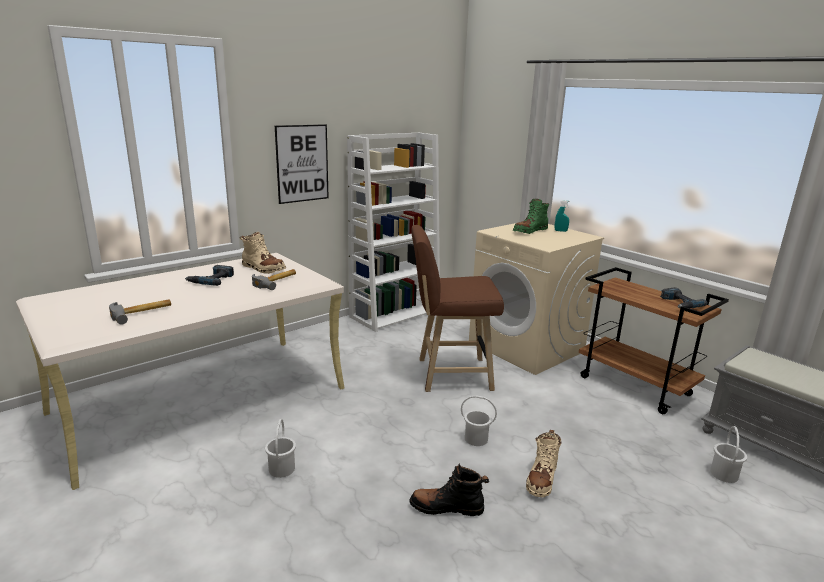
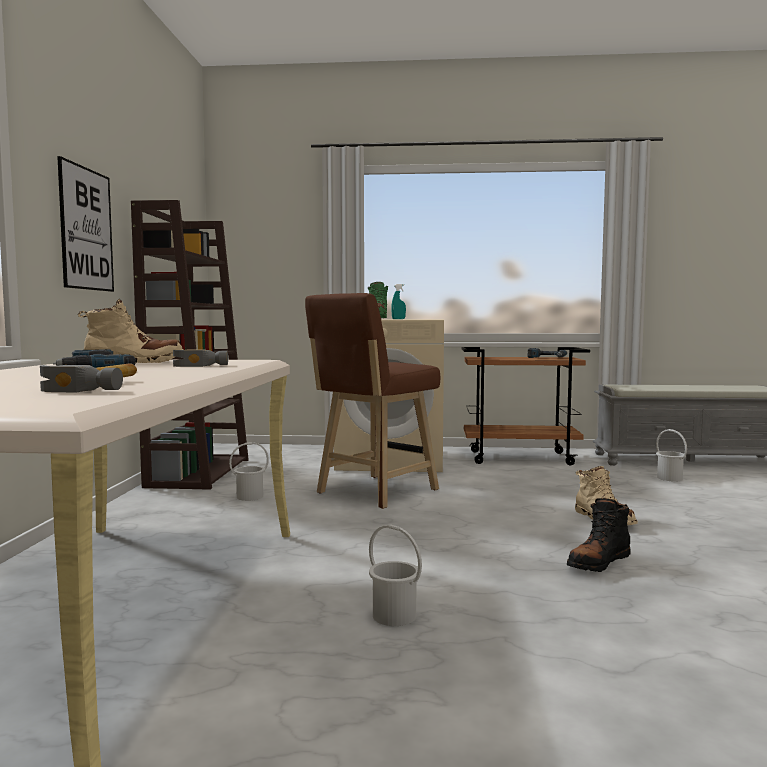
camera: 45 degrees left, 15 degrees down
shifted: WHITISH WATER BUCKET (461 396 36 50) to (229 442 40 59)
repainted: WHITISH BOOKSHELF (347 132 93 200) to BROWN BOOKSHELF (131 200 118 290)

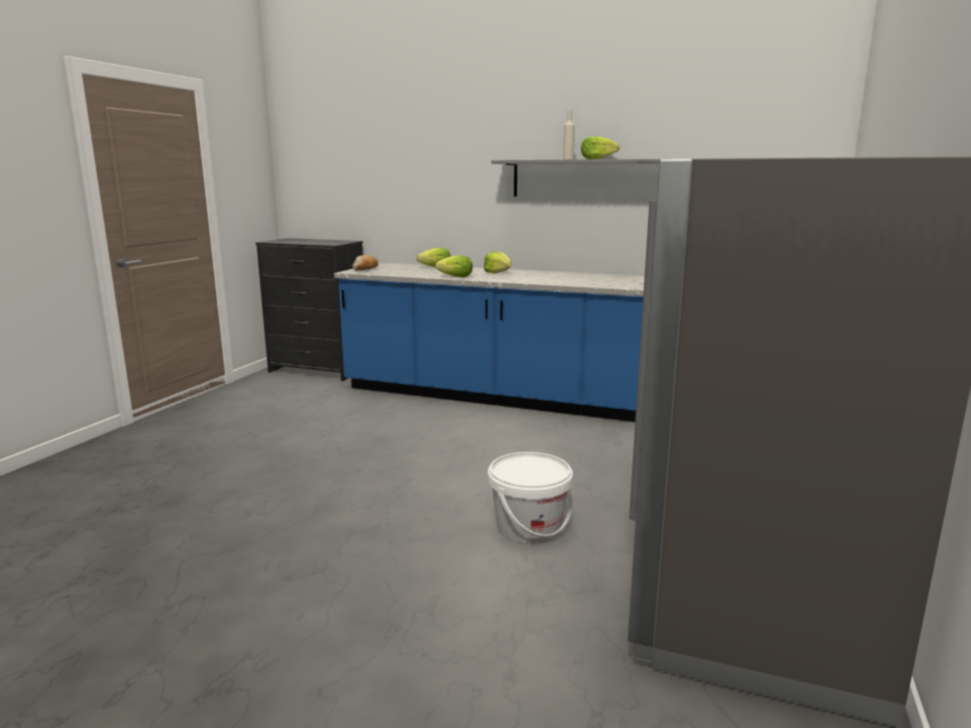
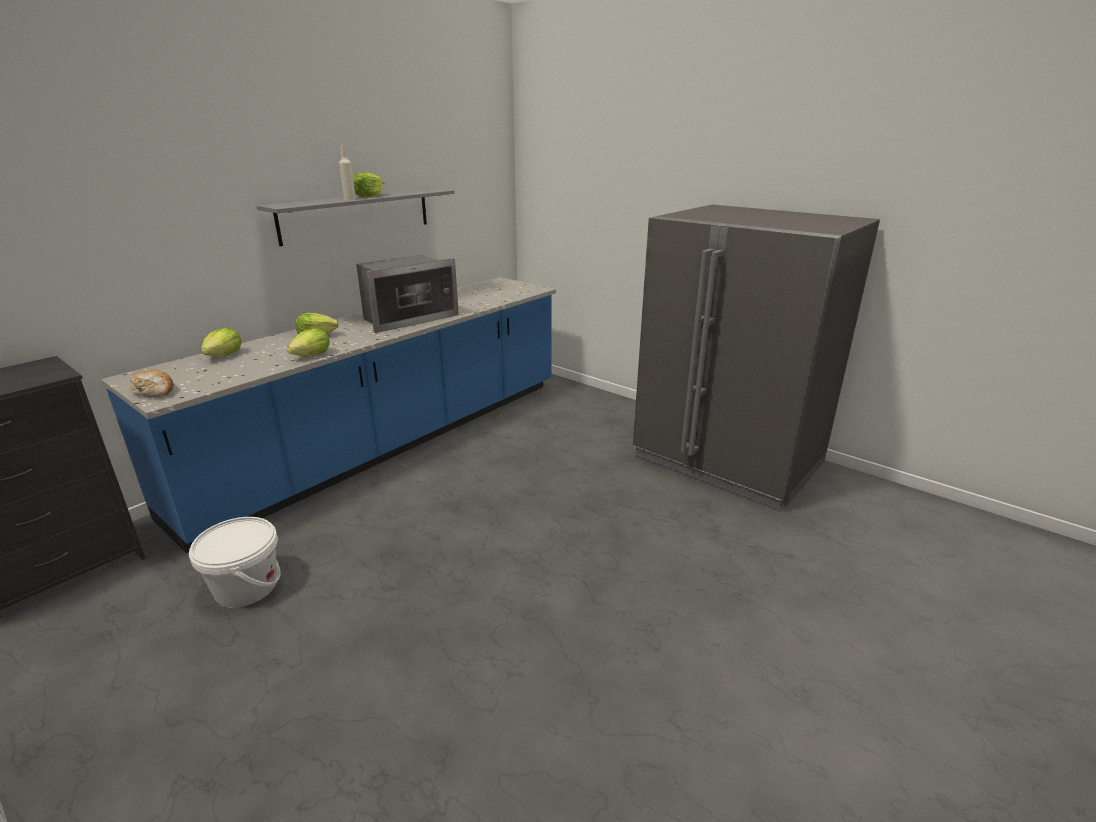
camera: 70 degrees left, 10 degrees up
new: KITCHEN MICROWAVE (356 255 103 78)
shifted: WHITISH WATER BUCKET (488 452 85 92) to (189 517 91 91)

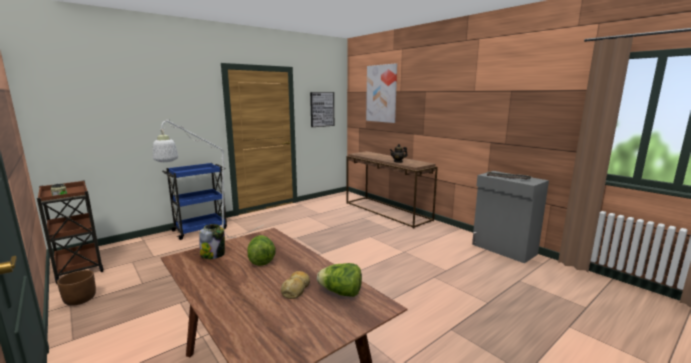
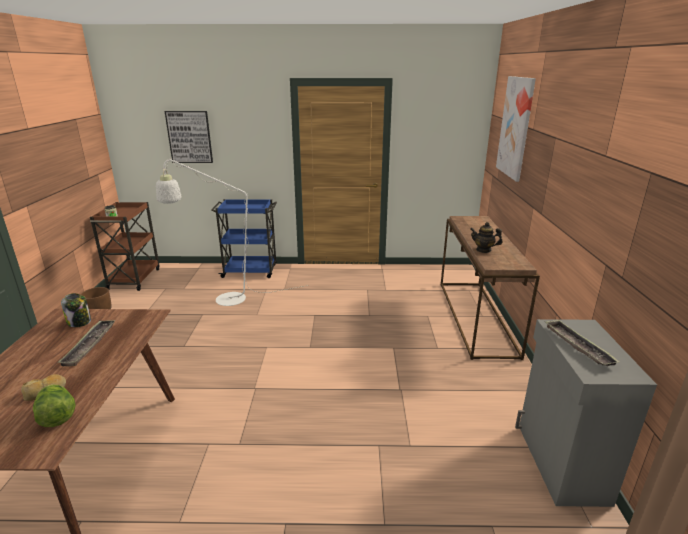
camera: 40 degrees right, 10 degrees up
shifted: PICTURE (310 92 24 35) to (165 111 48 52)
swapped: LETTUCE (248 235 28 31) to SERVING TRAY (59 320 56 46)

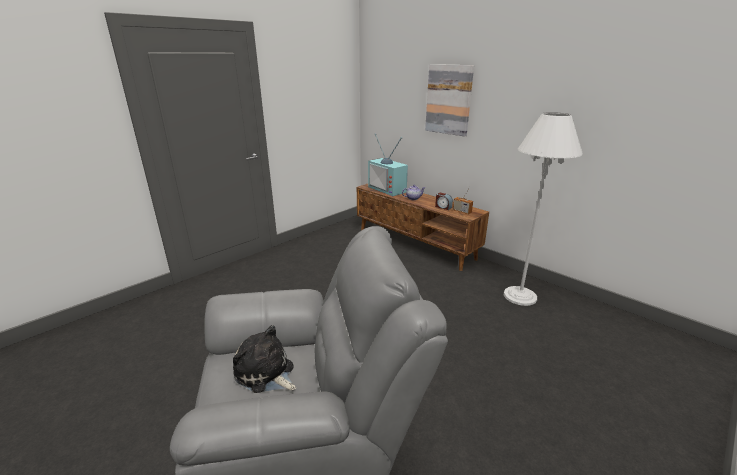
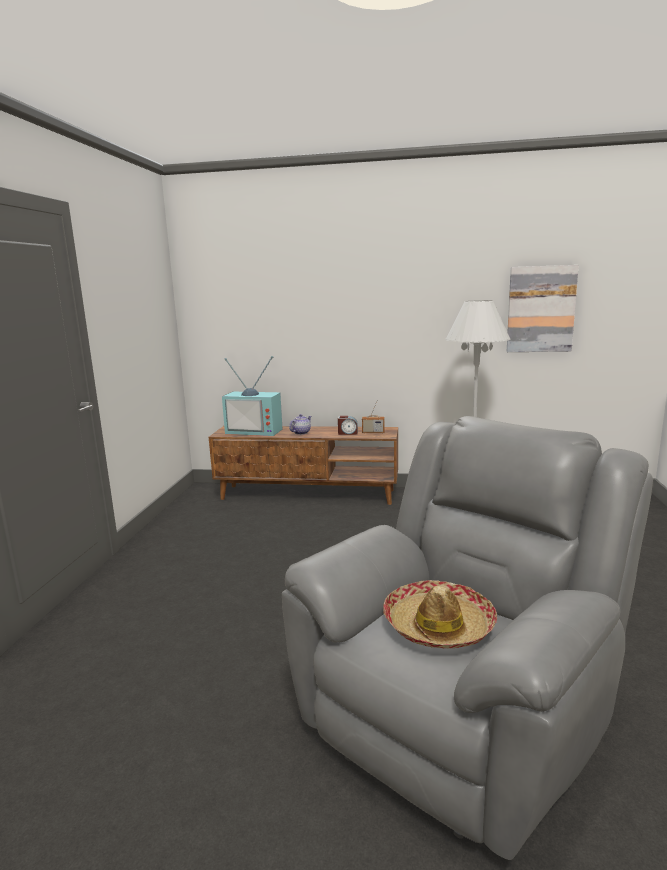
camera: 35 degrees left, 10 degrees down
shifted: PICTURE (425 64 49 73) to (507 265 72 87)
swapped: CUDDLY TOY (233 325 63 68) to WEARABLE HAT (384 580 113 69)

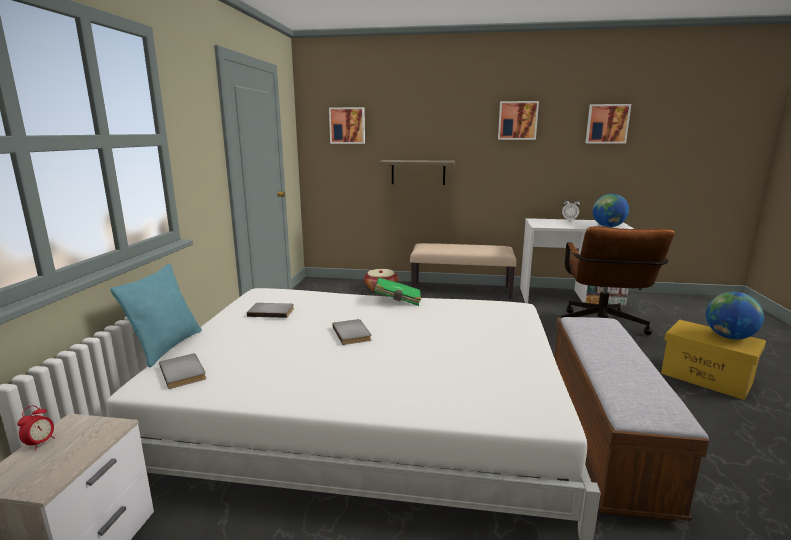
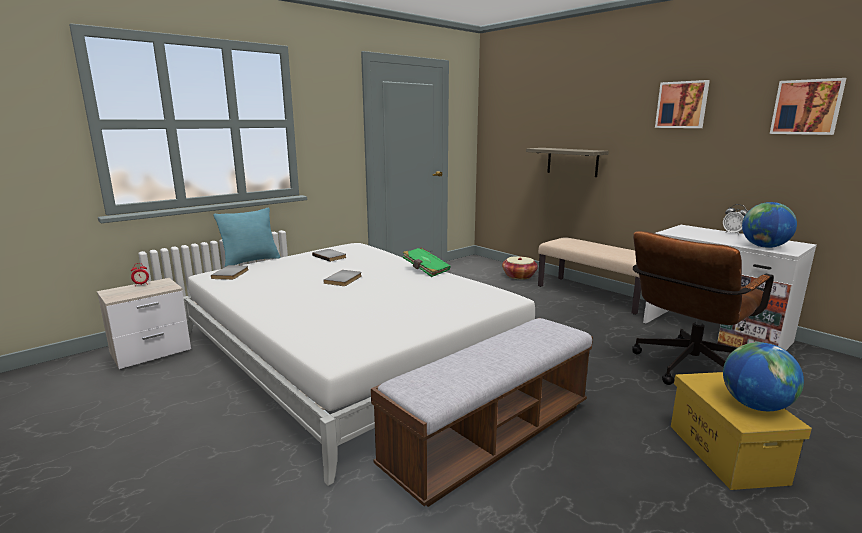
camera: 40 degrees right, 0 degrees up
gone: PICTURE (329 107 36 37)

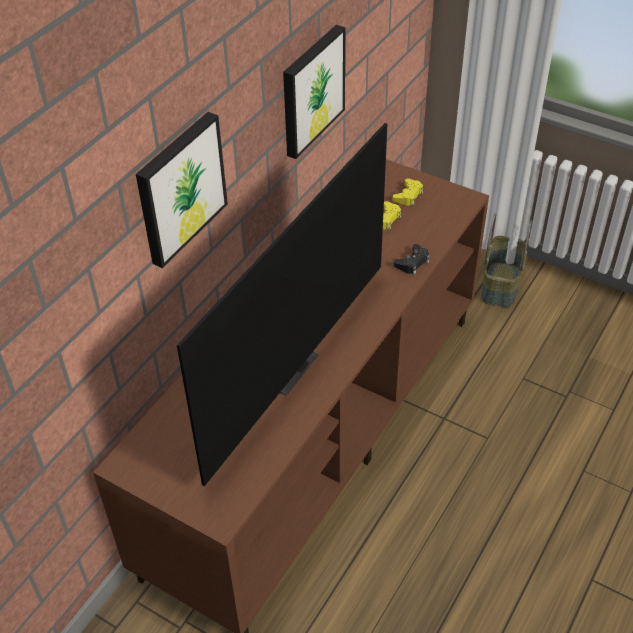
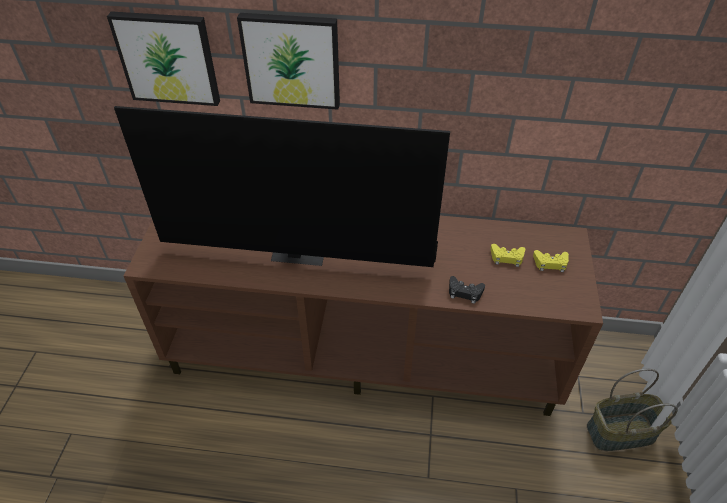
camera: 65 degrees right, 0 degrees up
shifted: PICTURE (283 25 62 134) to (107 11 113 95)

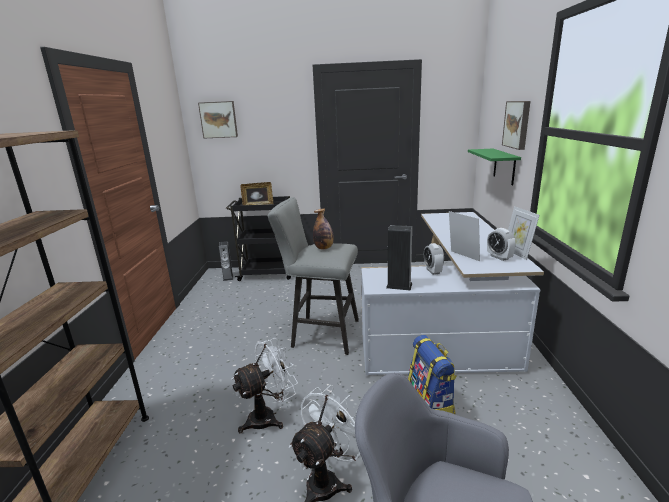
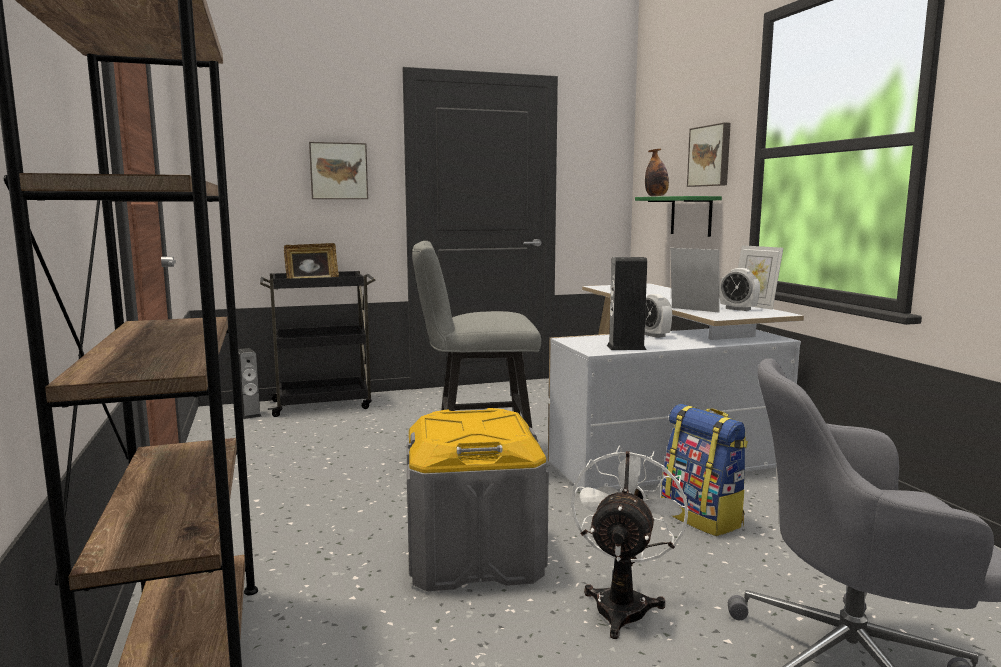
camera: 20 degrees left, 10 degrees down
shifted: PICTURE (198 101 40 37) to (309 142 59 57); BEVERAGE BOTTLE (313 208 21 41) to (645 149 24 48)
swapped: WHITISH ELECTRIC FAN (232 338 66 95) to GRAY STORAGE BOX (407 408 142 183)

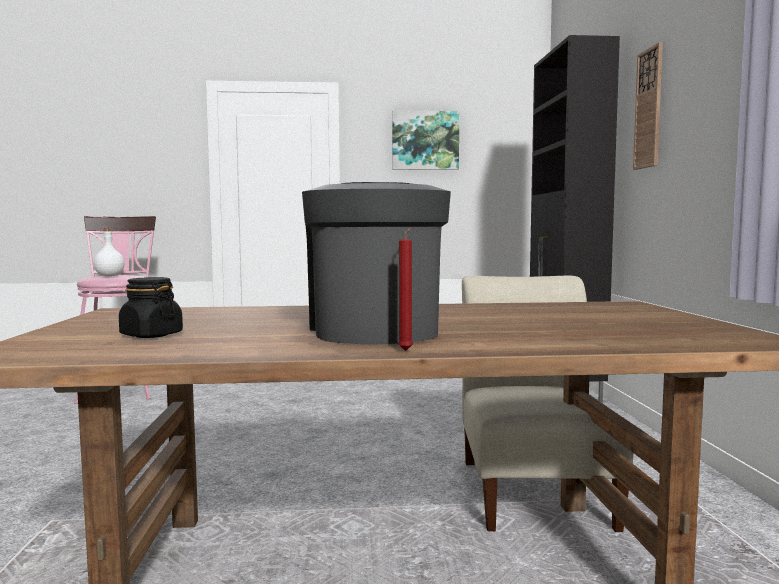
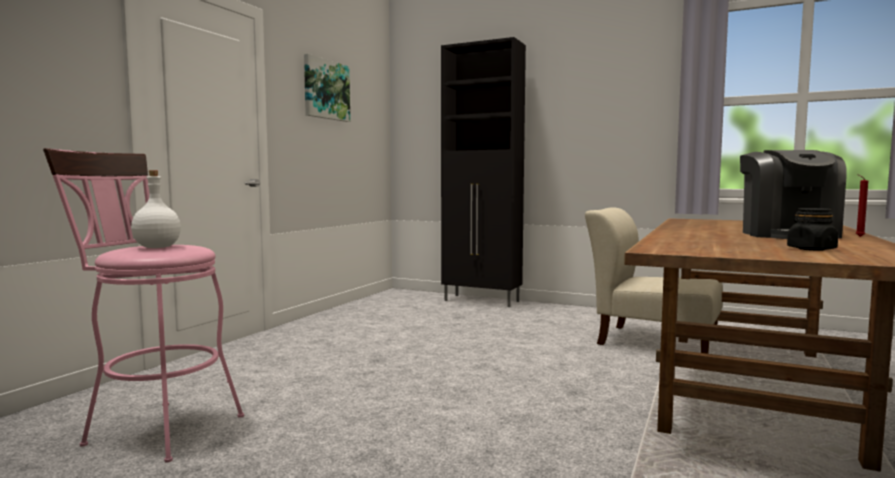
camera: 60 degrees left, 0 degrees up
gone: HANGING CLOCK (633 42 30 128)
rotated: COFFEE BREWER (302 182 149 162) = (740 150 107 89) 105 degrees counterclockwise

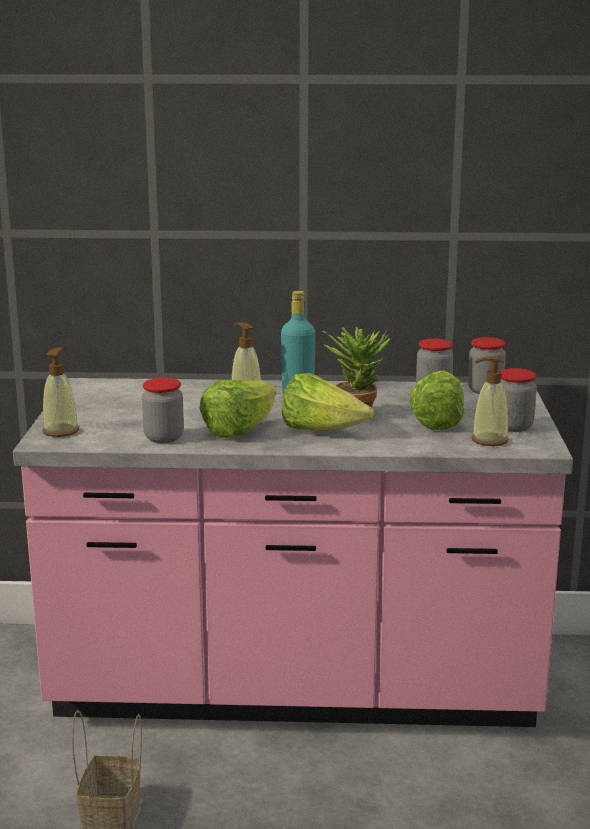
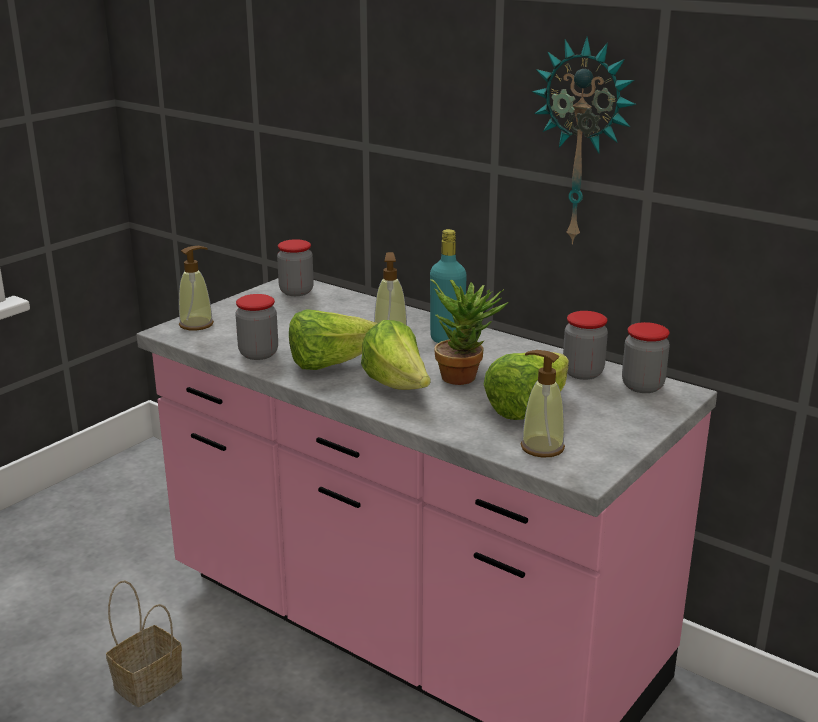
camera: 35 degrees right, 5 degrees up
new: HANGING CLOCK (532 36 104 208)
shifted: JAR (500 368 37 64) to (277 239 37 57)

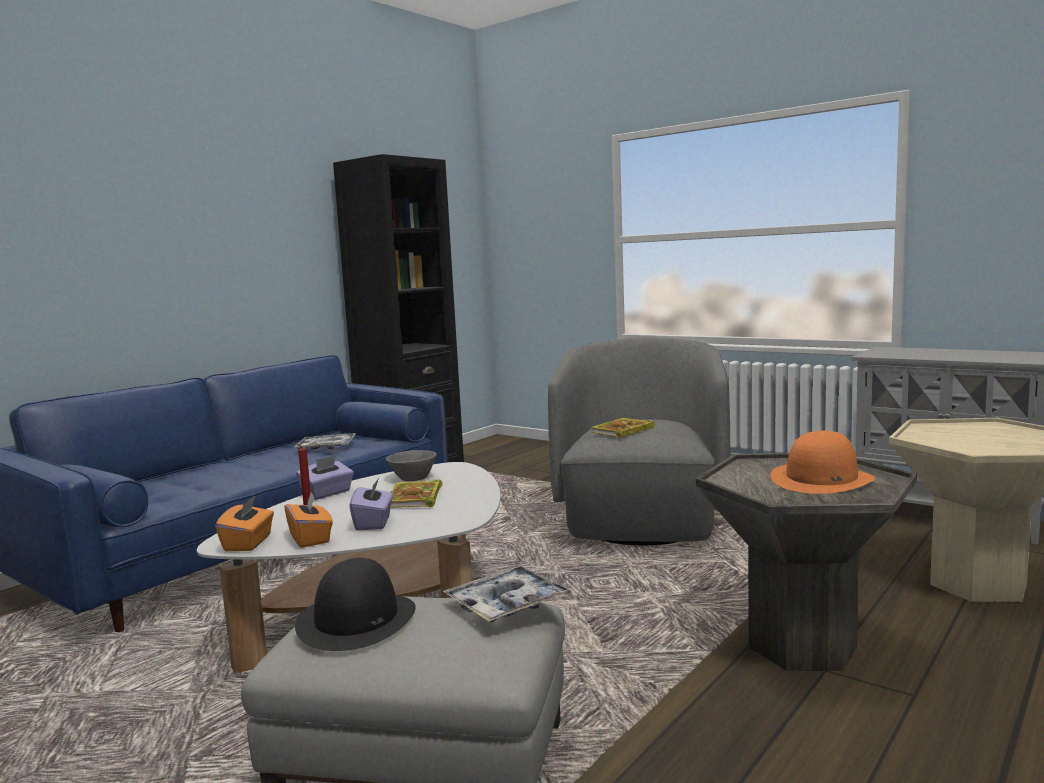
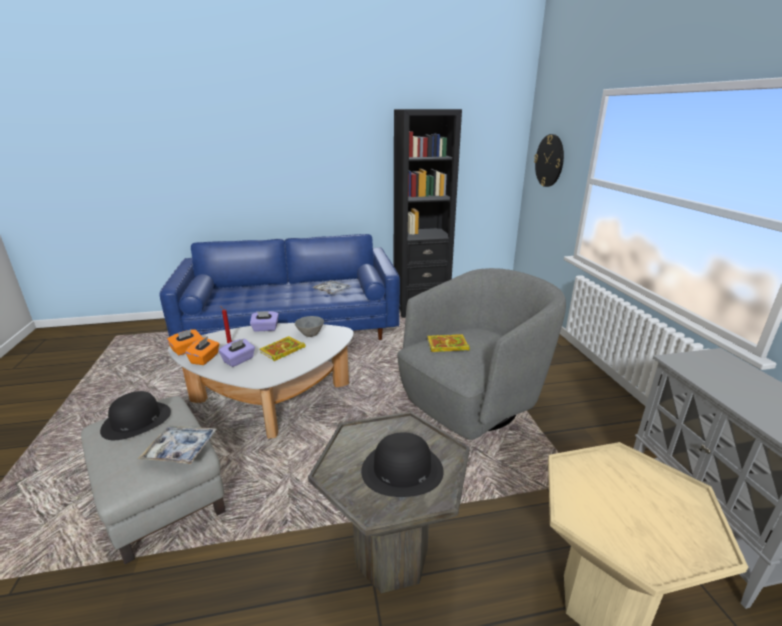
camera: 40 degrees right, 15 degrees up
new: HANGING CLOCK (534 134 30 53)
repainted: ORANGEY WEARABLE HAT (770 431 105 63) to BLACK-COLOURED WEARABLE HAT (361 432 83 65)

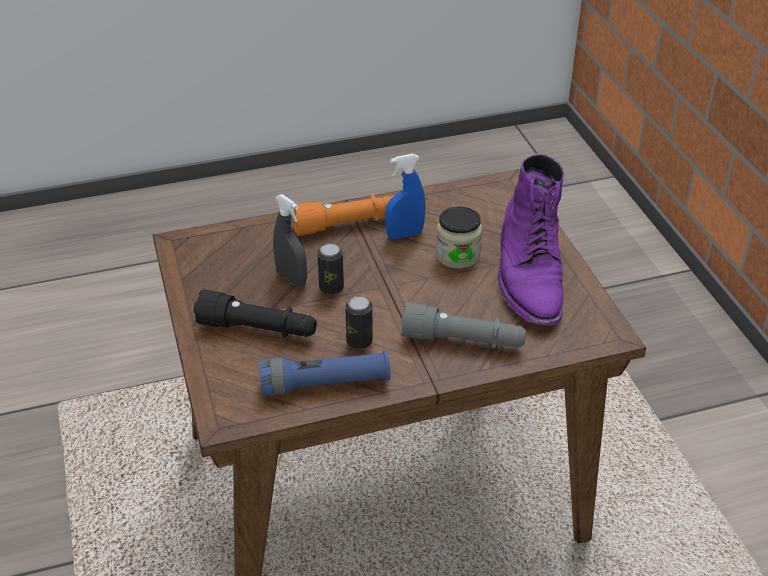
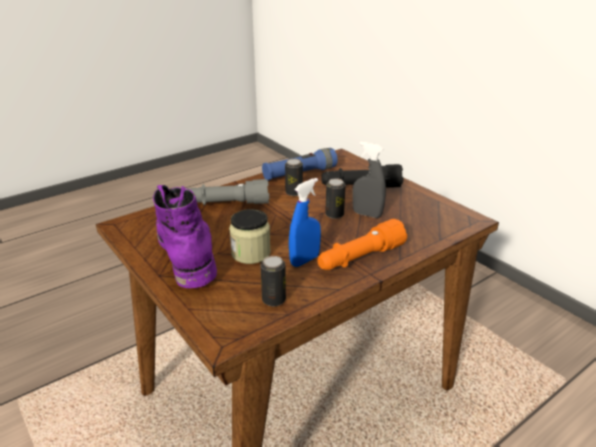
camera: 160 degrees right, 10 degrees down
new: CAN (261 256 25 50)

